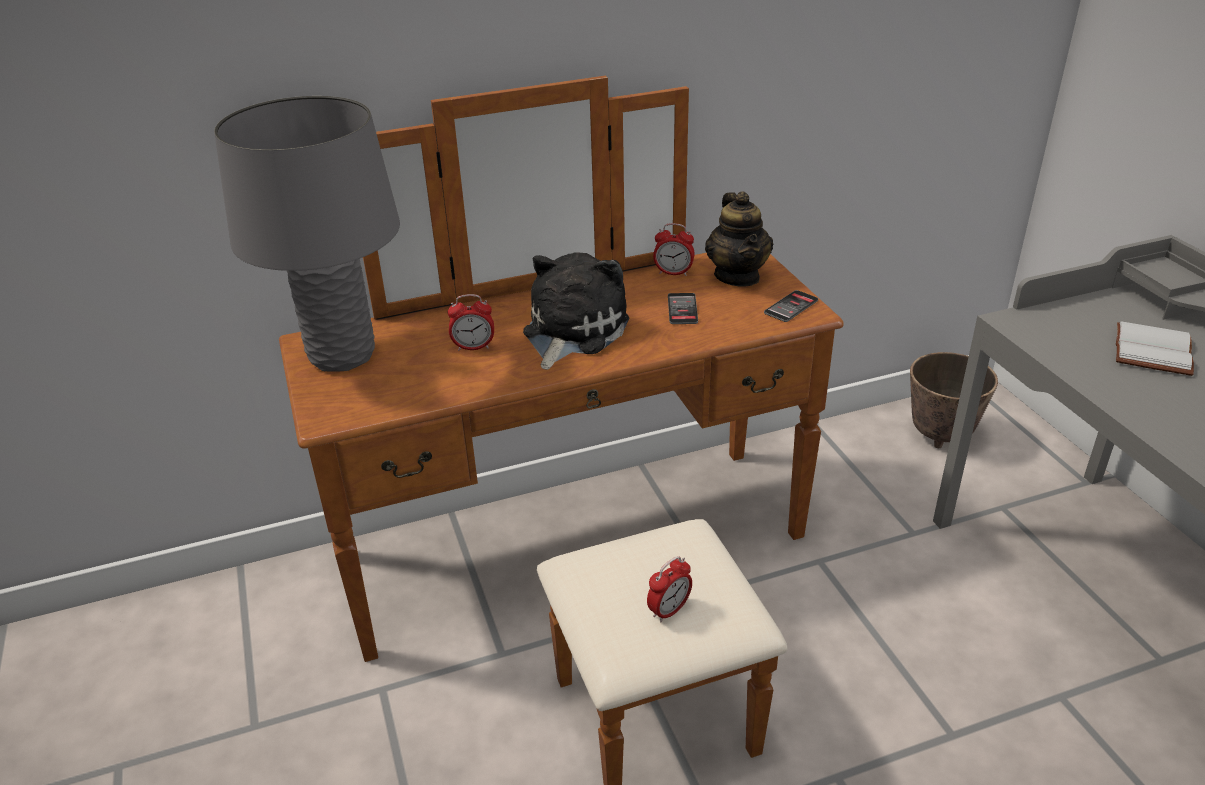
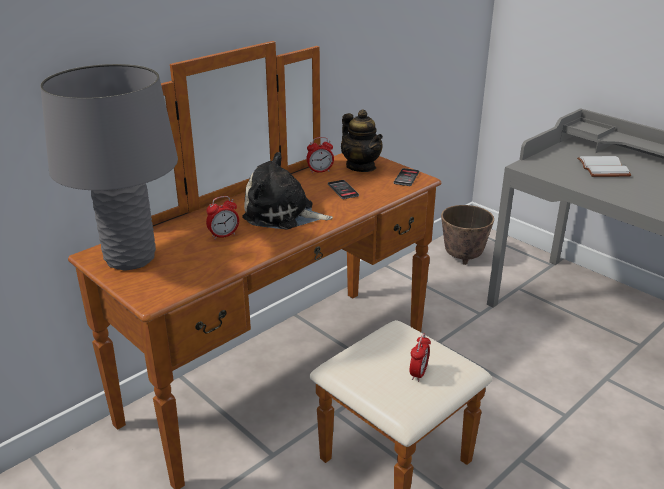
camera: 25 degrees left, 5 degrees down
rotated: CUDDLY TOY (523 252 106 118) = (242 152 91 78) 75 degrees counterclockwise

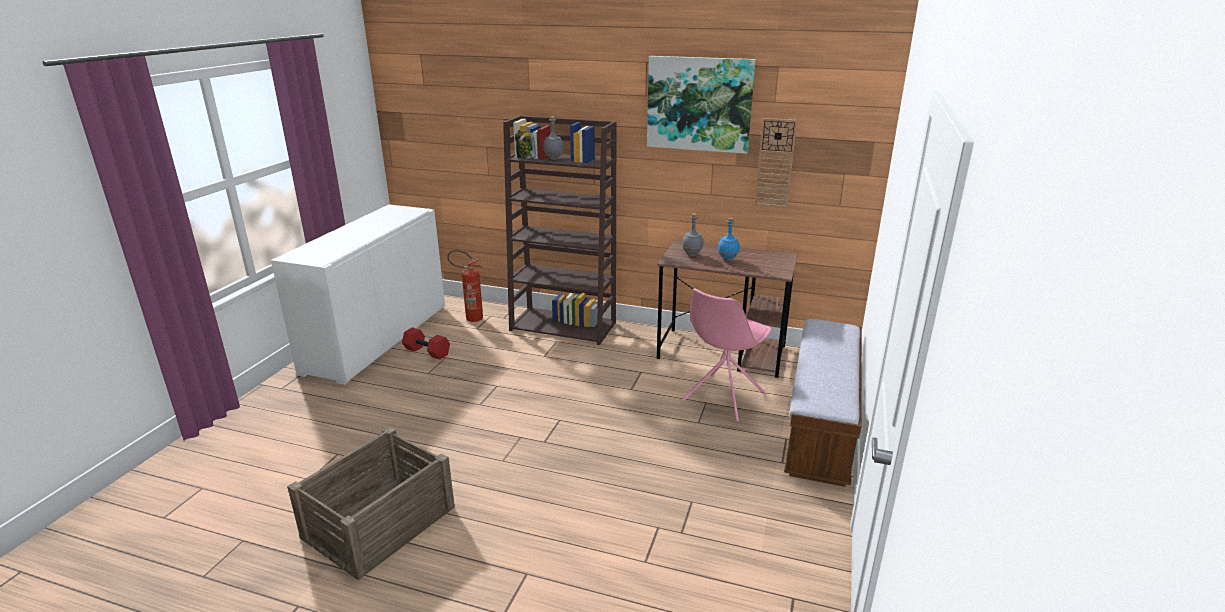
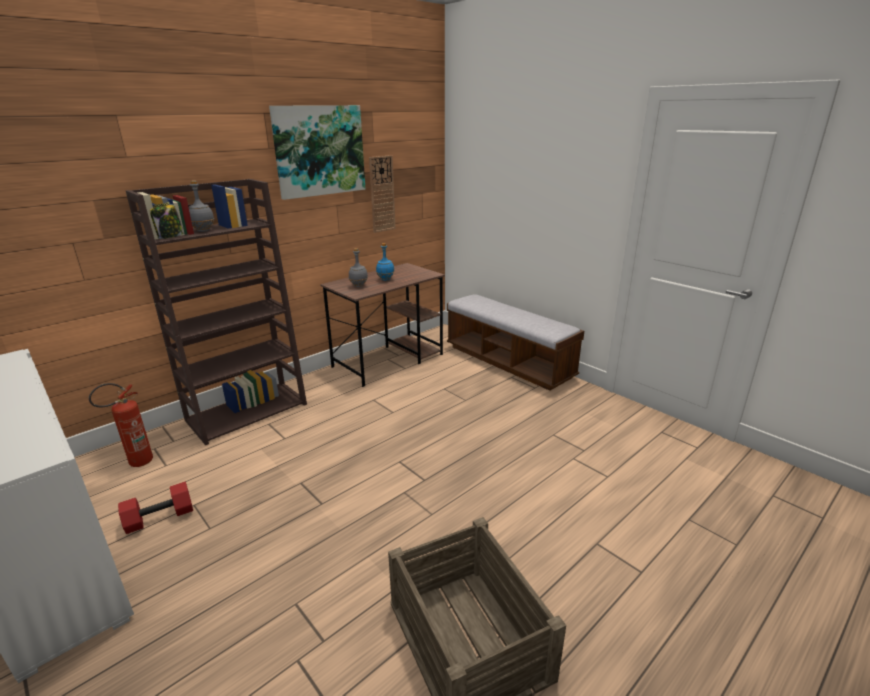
camera: 60 degrees left, 0 degrees up
gone: PINKISH PLAIN CHAIR (682 289 89 133)

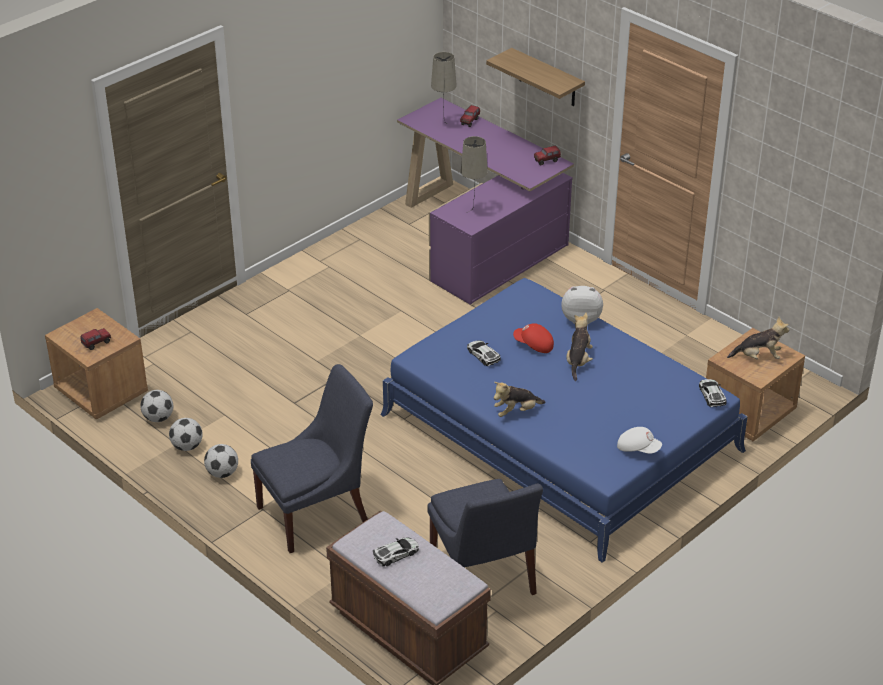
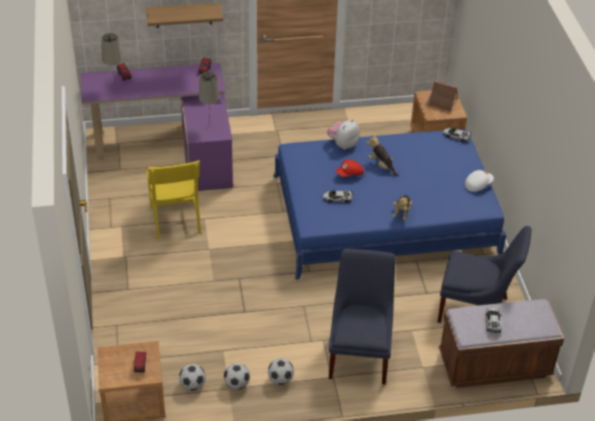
camera: 55 degrees left, 5 degrees up
new: YELLOWISH PLAIN CHAIR (146 160 55 80)
swapped: CUDDLY TOY (727 317 62 42) to MINIATURE HOUSE (424 81 34 31)

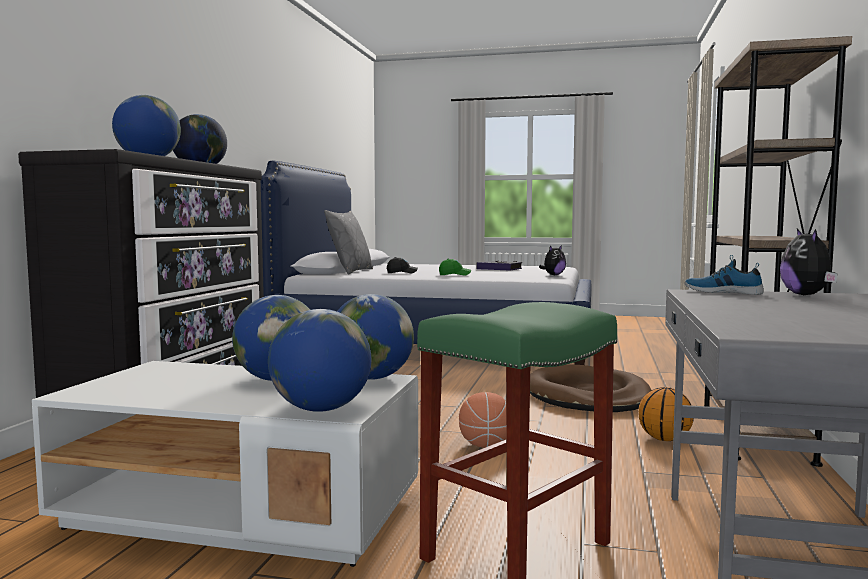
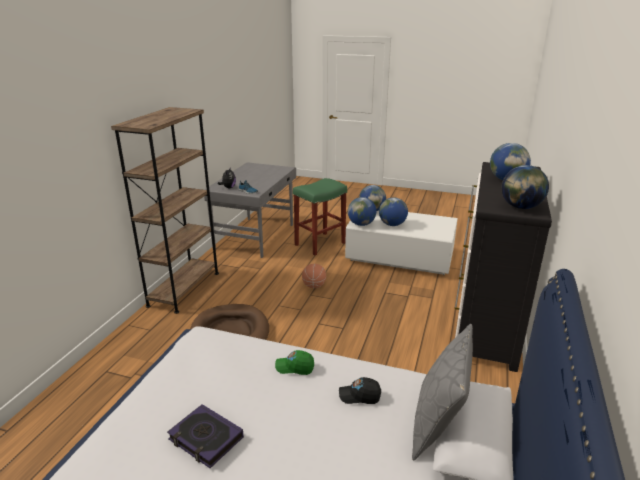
camera: 175 degrees left, 20 degrees up
gone: CUDDLY TOY (539 245 27 30); BASKETBALL (638 387 56 54)

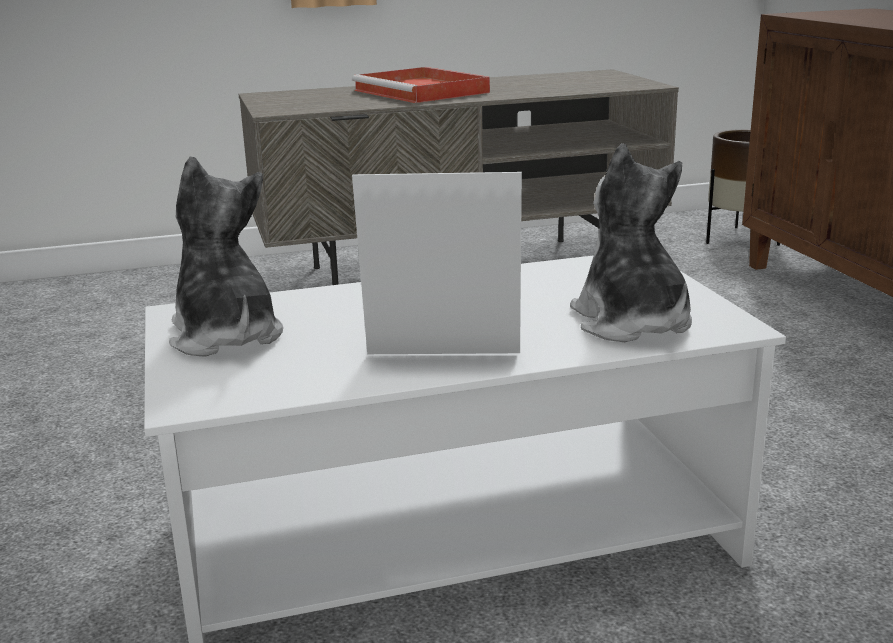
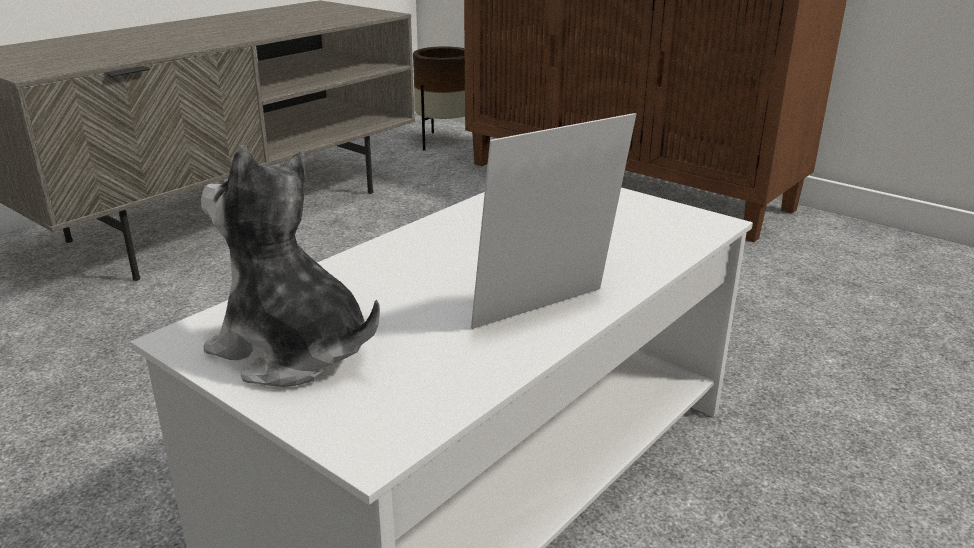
camera: 35 degrees left, 5 degrees up
gone: RED SERVING TRAY (352 67 138 36); CUDDLY TOY (570 143 122 199)

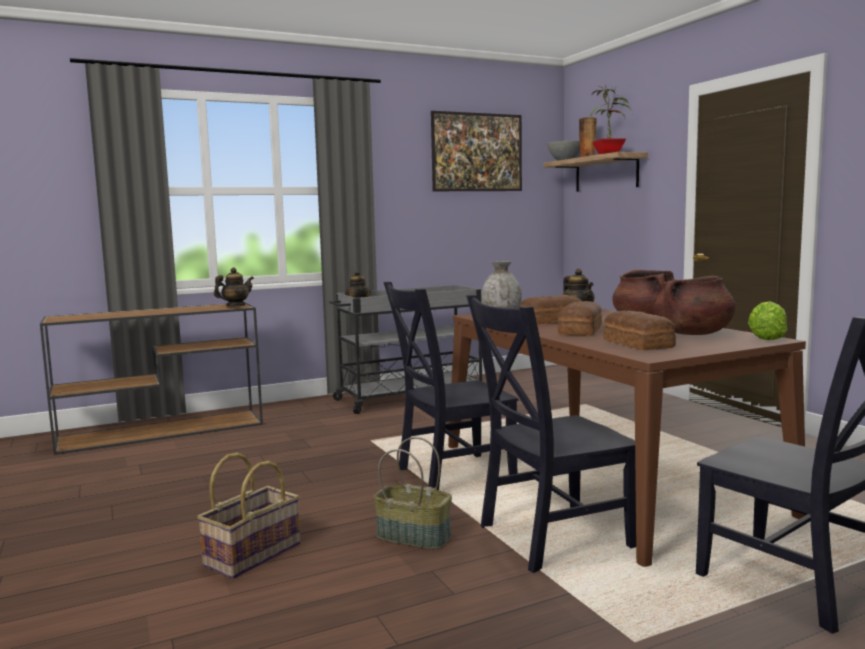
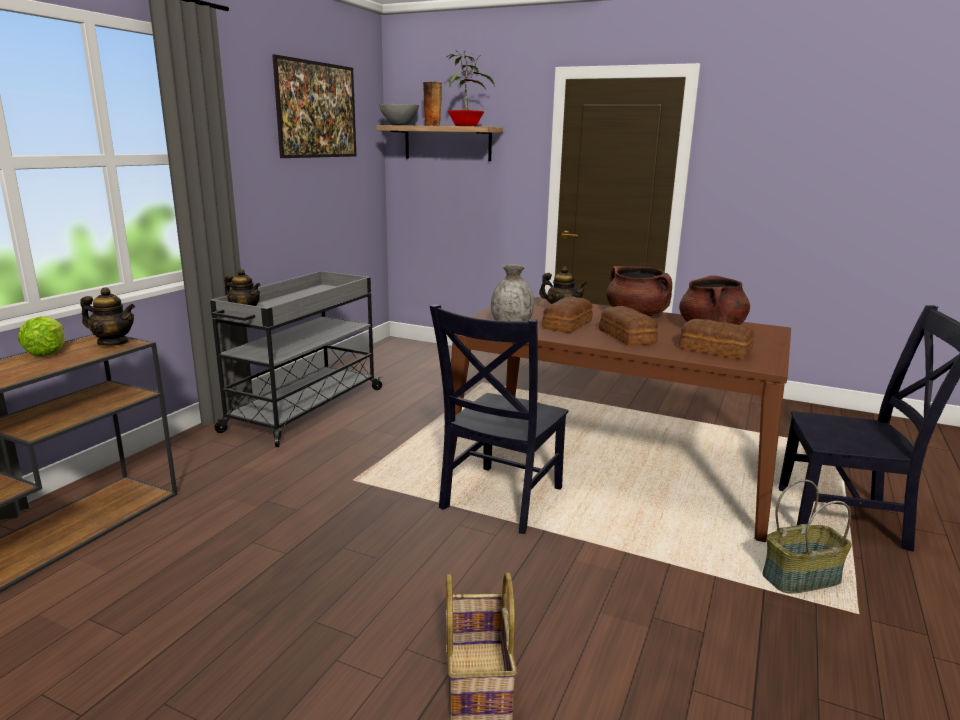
camera: 40 degrees left, 10 degrees up
gone: BLACK-COLOURED PLAIN CHAIR (466 295 170 278)
shifted: LETTUCE (748 301 39 39) to (18 316 47 41); STORAGE BASKET (373 437 79 112) to (762 480 90 114)
rotated: TEA POT (214 268 40 38) = (80 287 55 59) 90 degrees clockwise

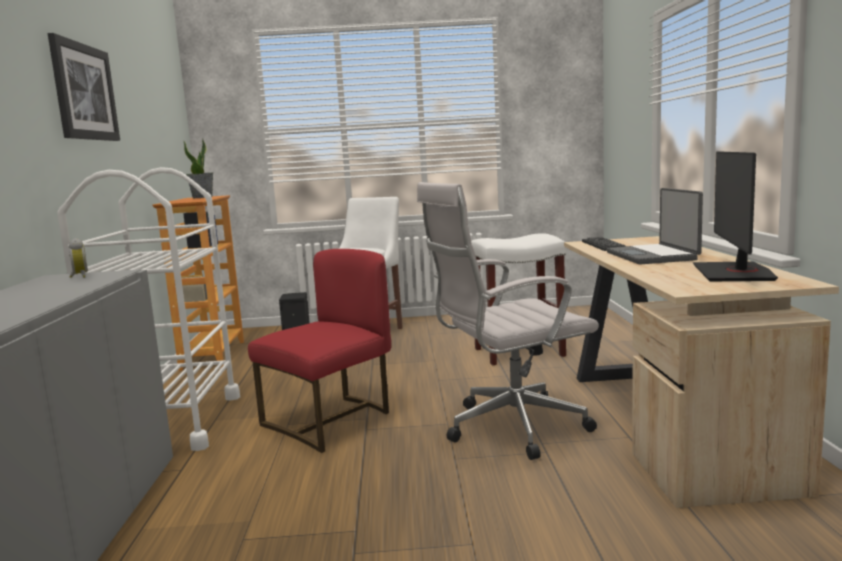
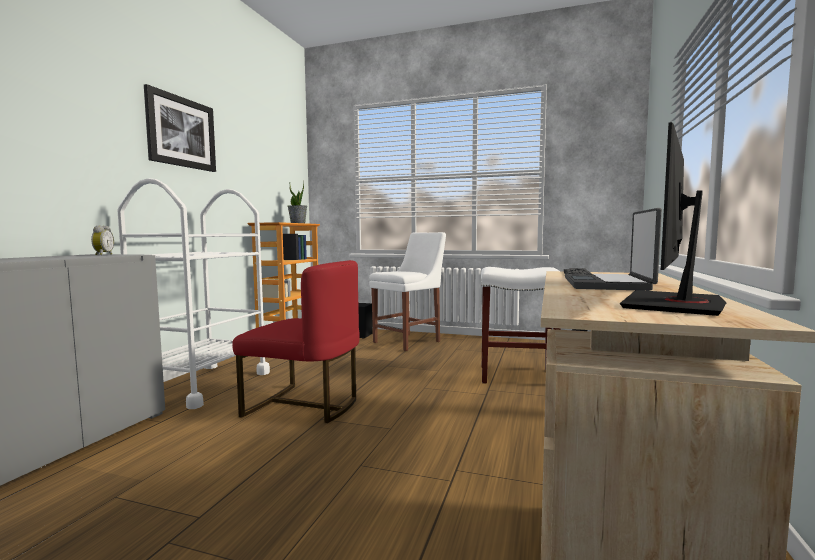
camera: 20 degrees right, 5 degrees down
gone: WHITISH COMPUTER CHAIR (417 182 182 278)
rotated: RED PLAIN CHAIR (248 249 143 204) = (232 260 127 163) 45 degrees clockwise

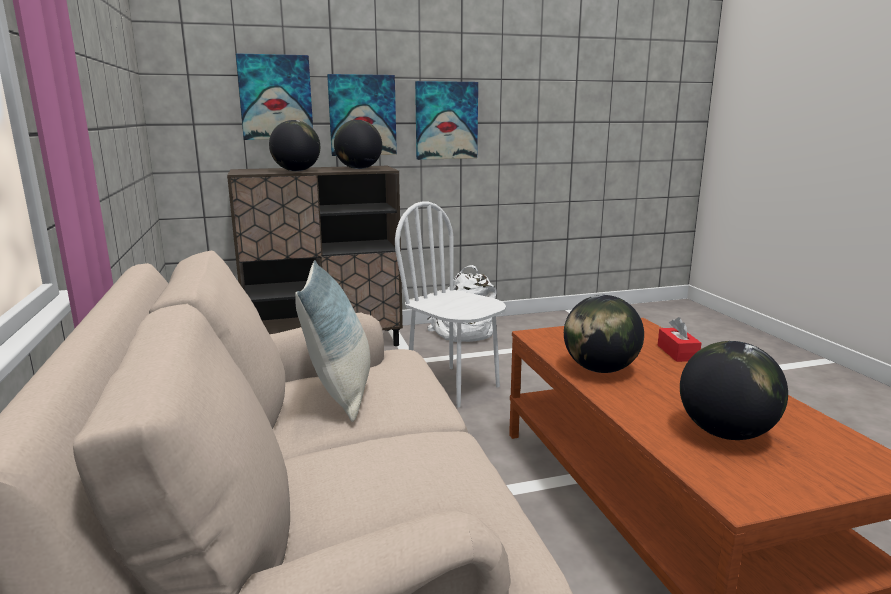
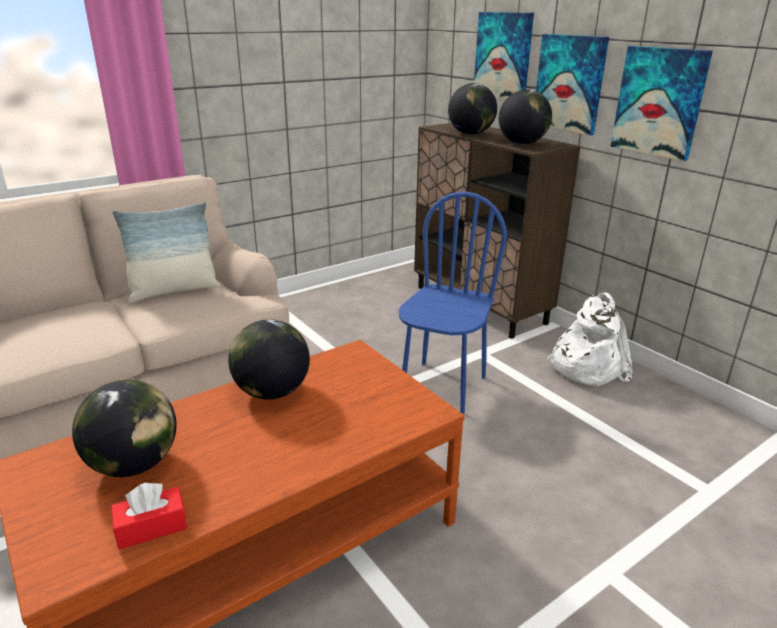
camera: 70 degrees right, 10 degrees up
shifted: RED TISSUE BOX (658 317 43 45) to (111 483 76 67)
repainted: WHITISH PLAIN CHAIR (395 201 111 206) to BLUISH PLAIN CHAIR (399 192 108 222)

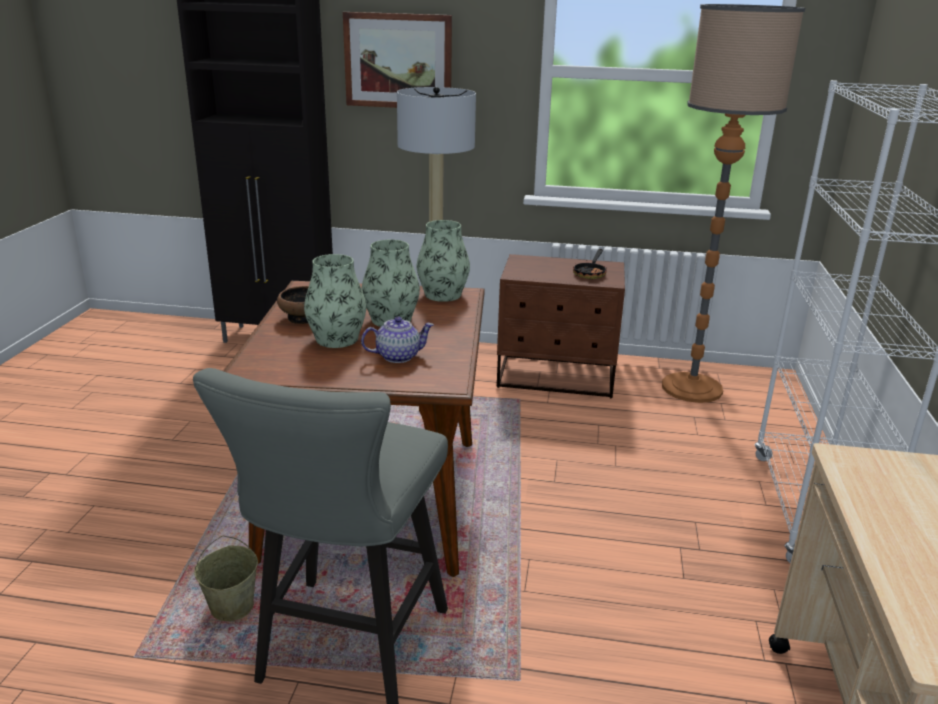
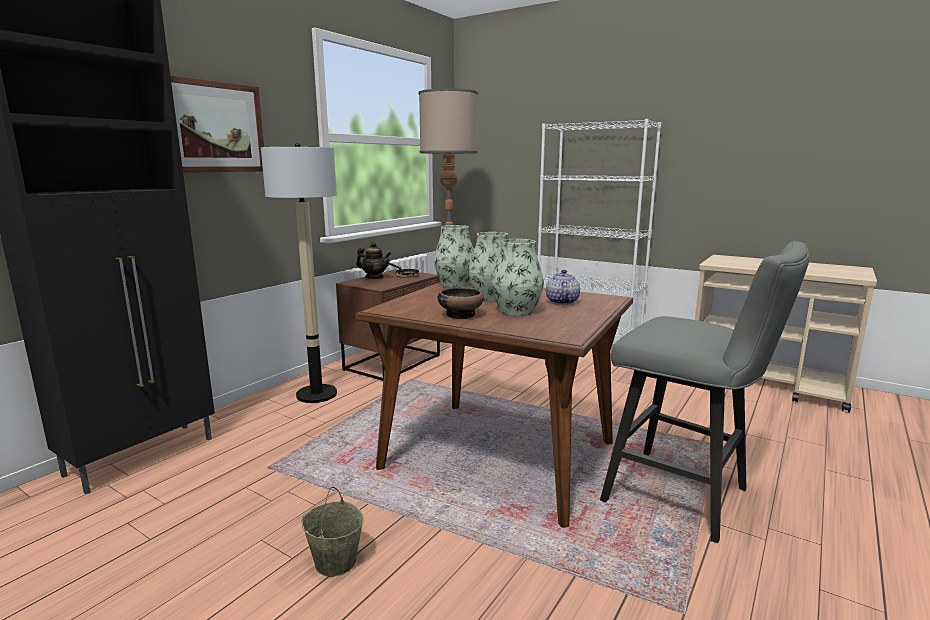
camera: 65 degrees left, 10 degrees down
new: TEA POT (356 242 35 37)
shifted: SAND-COLOURED WATER BUCKET (194 536 64 85) to (301 487 62 90)

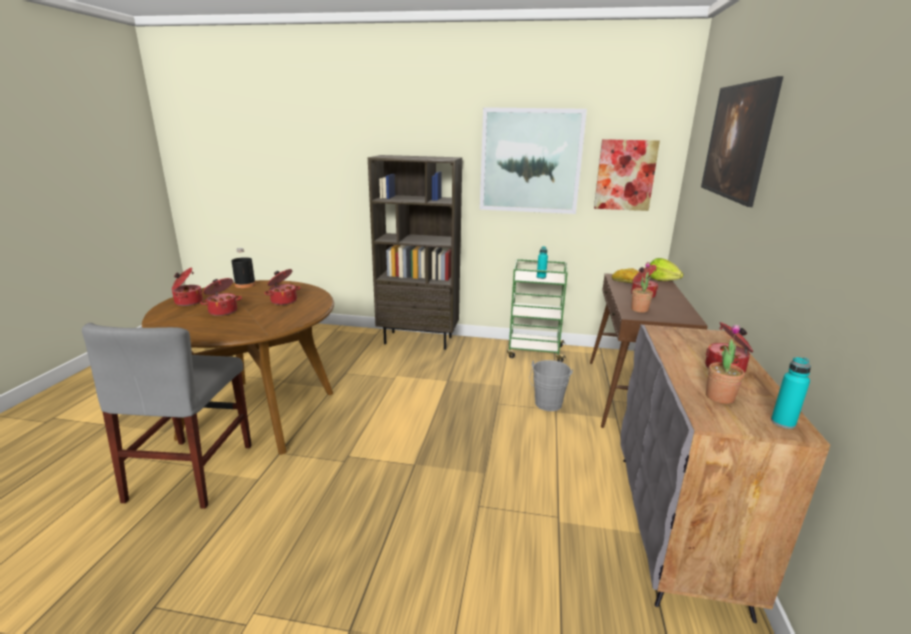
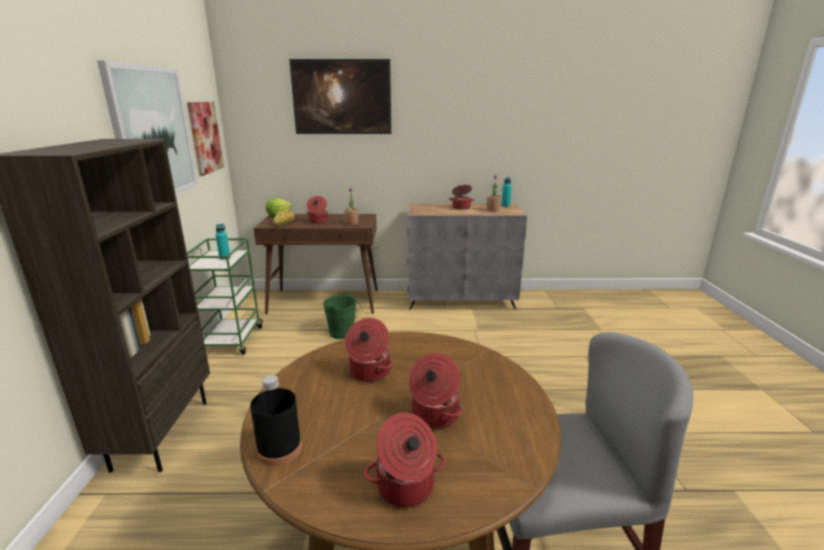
camera: 100 degrees left, 0 degrees up
repainted: GRAY WATER BUCKET (529 360 44 51) to GREENISH WATER BUCKET (323 292 40 47)

